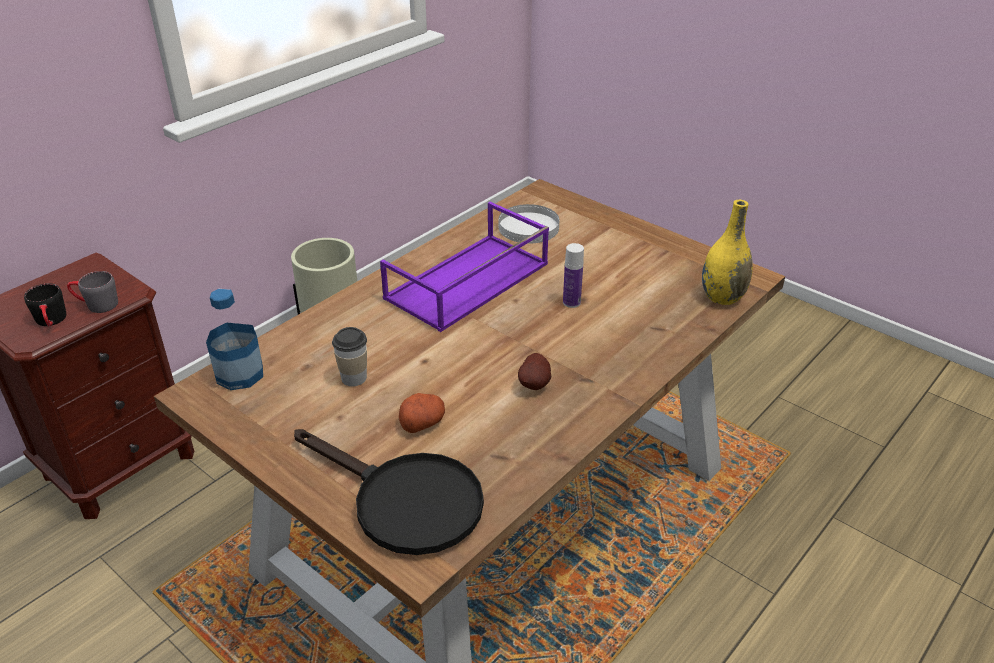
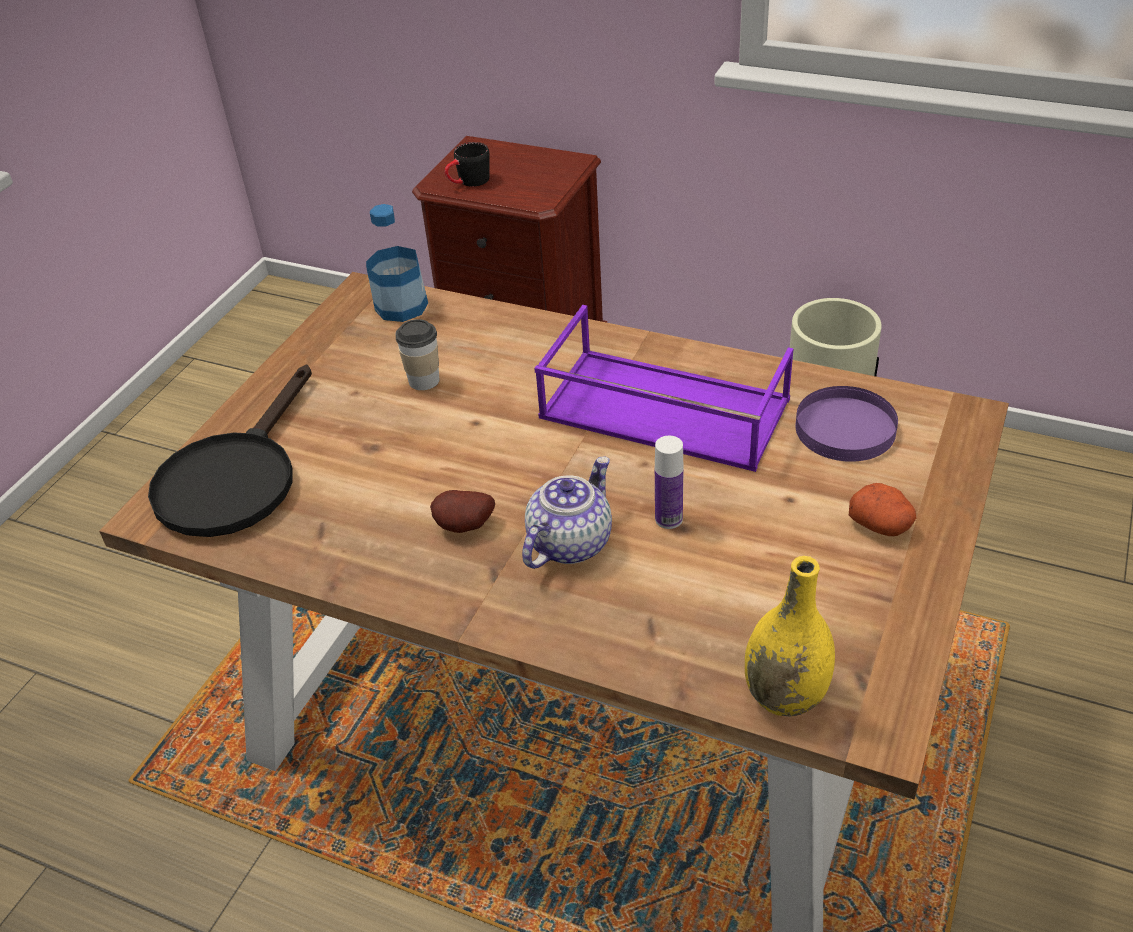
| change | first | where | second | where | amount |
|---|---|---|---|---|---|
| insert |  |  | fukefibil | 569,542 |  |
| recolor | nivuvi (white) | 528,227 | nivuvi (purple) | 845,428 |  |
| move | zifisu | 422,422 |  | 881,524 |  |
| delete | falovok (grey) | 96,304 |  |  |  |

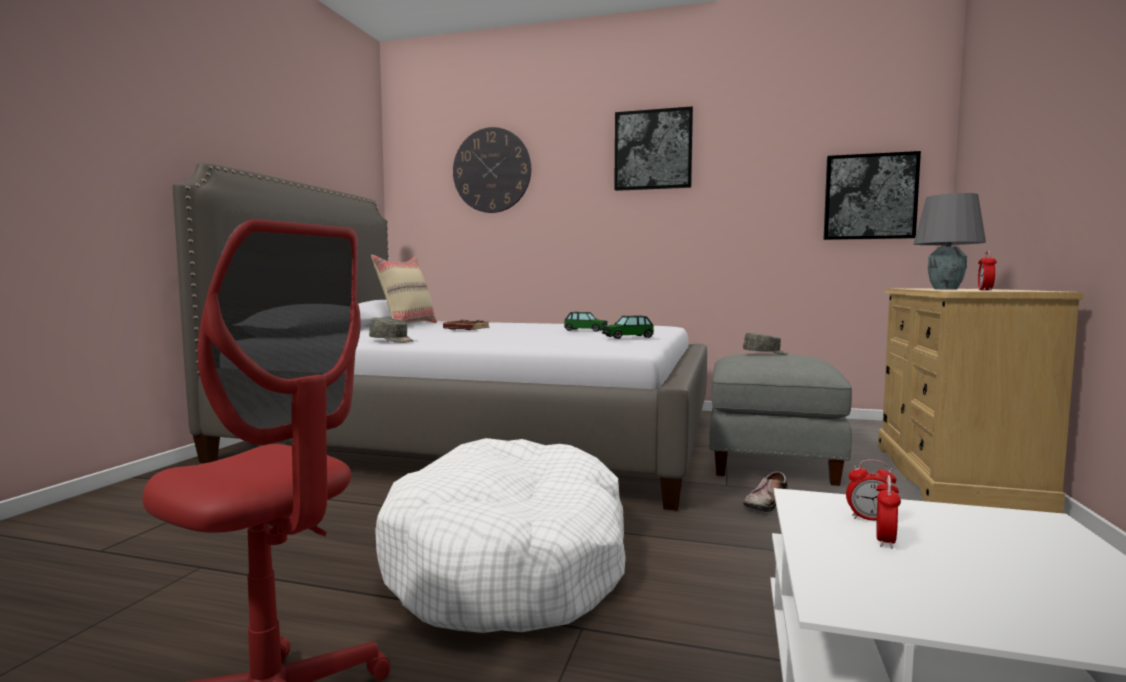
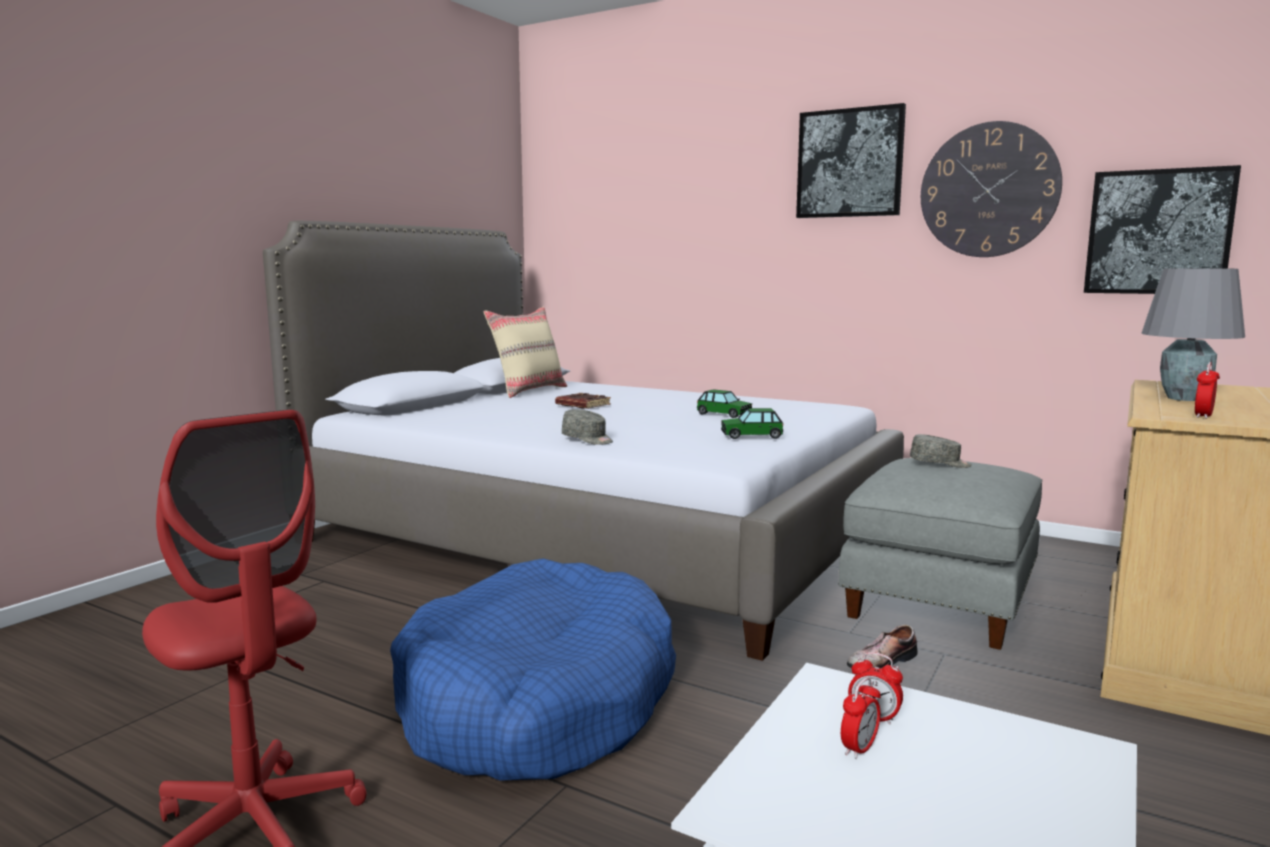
| change | first | where | second | where | amount |
|---|---|---|---|---|---|
| recolor | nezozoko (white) | 510,563 | nezozoko (blue) | 538,702 |  |
| move | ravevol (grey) | 392,341 |  | 588,439 |  |
| move | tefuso | 492,170 |  | 989,190 |  |

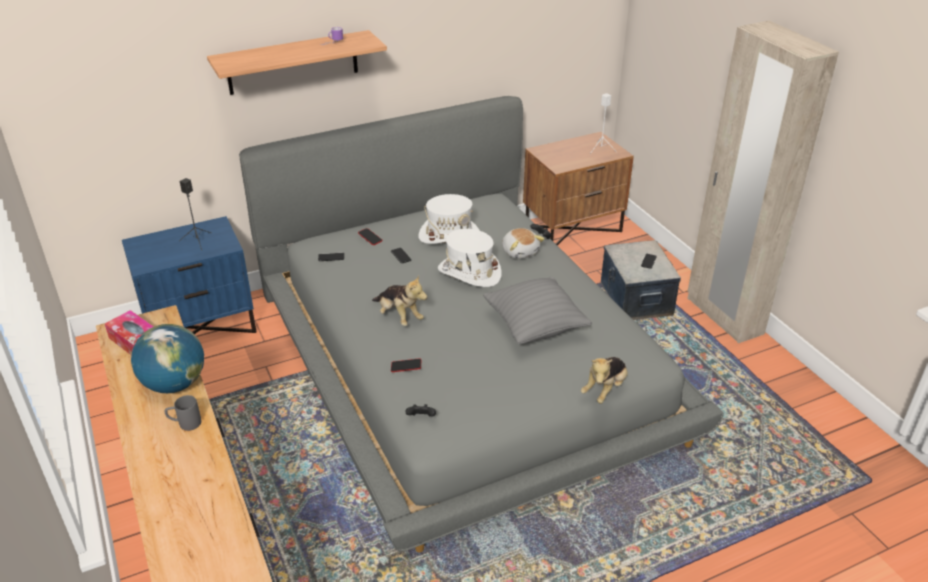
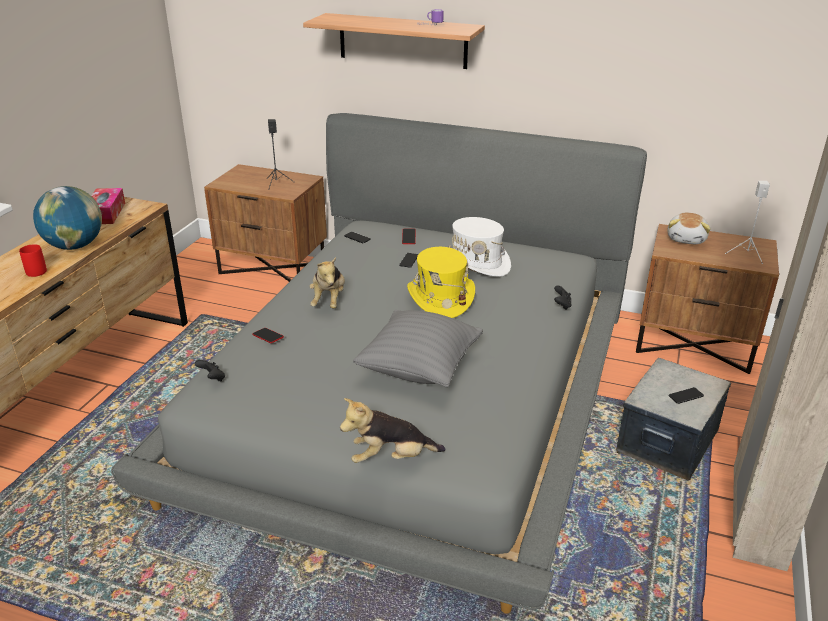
| change | first | where | second | where | amount |
|---|---|---|---|---|---|
| recolor | falovok (grey) | 185,424 | falovok (red) | 33,271 |  |
| recolor | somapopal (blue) | 201,327 | somapopal (brown) | 273,268 |  |
| recolor | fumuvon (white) | 469,273 | fumuvon (yellow) | 440,299 |  |
| move | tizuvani | 520,251 |  | 687,239 |  |

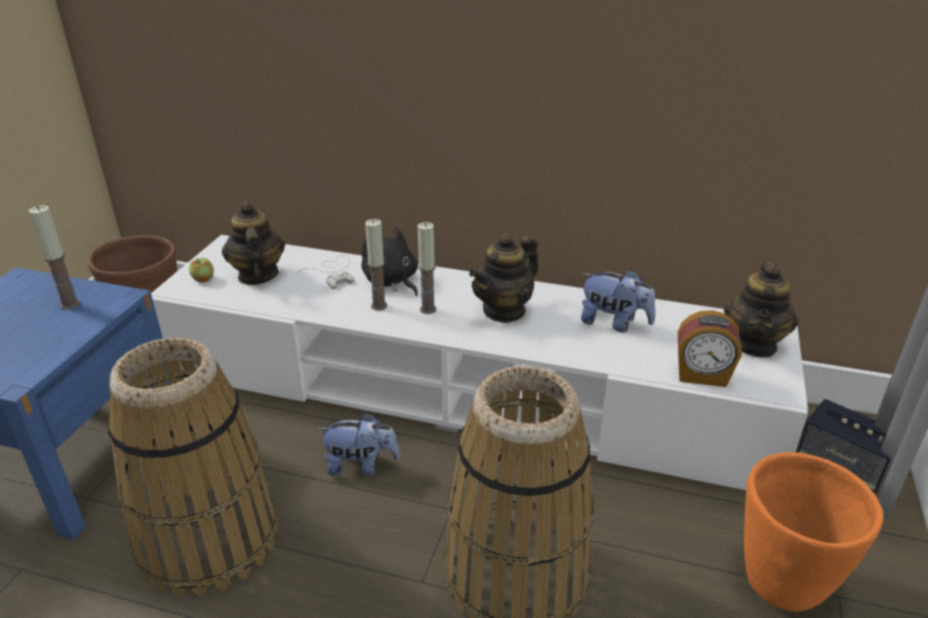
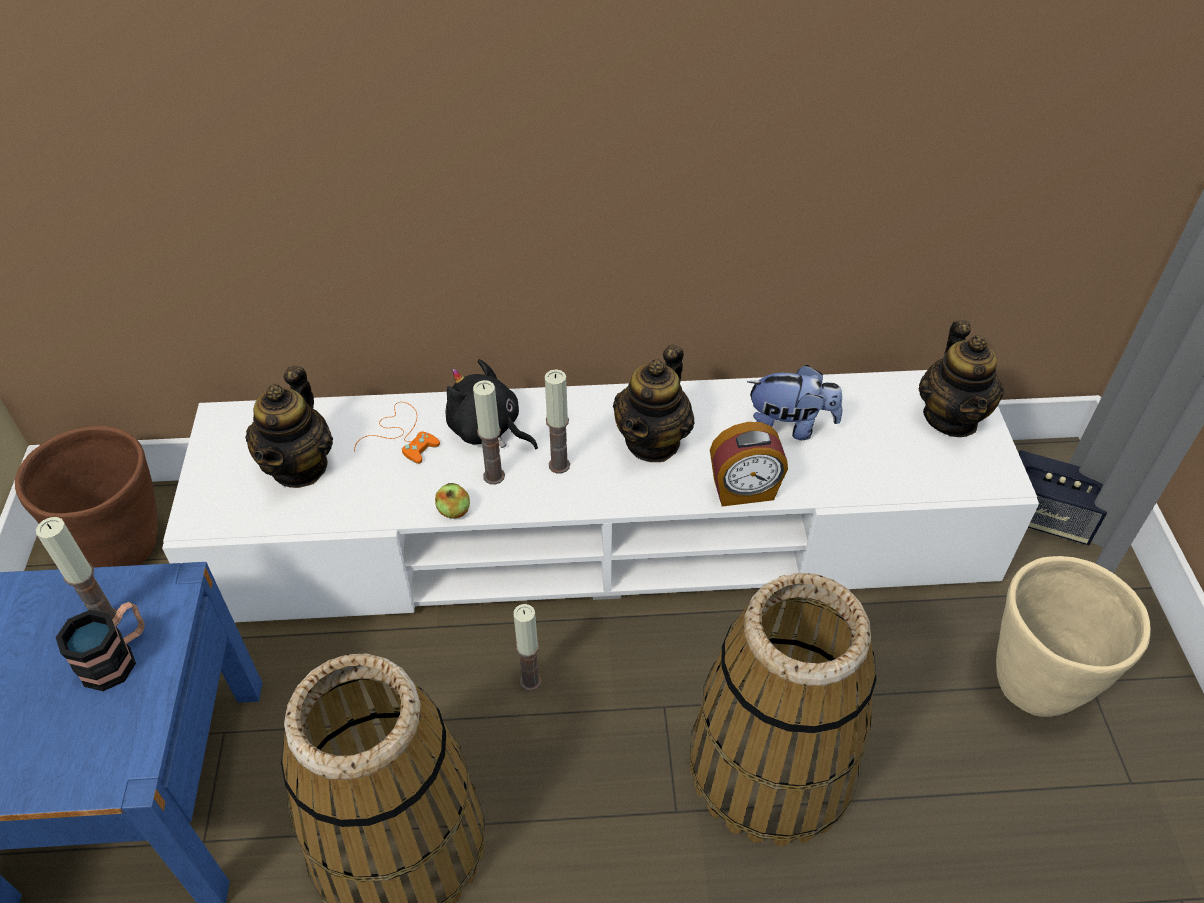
| change | first | where | second | where | amount |
|---|---|---|---|---|---|
| insert |  |  | falovok | 117,658 |  |
| rotate | fukefibil | 257,275 |  | 299,466 | 135 degrees counterclockwise |
| recolor | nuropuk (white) | 333,273 | nuropuk (orange) | 402,434 |  |
| move | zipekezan | 203,279 |  | 454,511 |  |
| replace | tizuvani | 361,465 | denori | 530,681 |  |
| move | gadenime | 701,376 |  | 744,491 |  |
| recolor | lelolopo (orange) | 783,582 | lelolopo (beige) | 1035,683 |  |

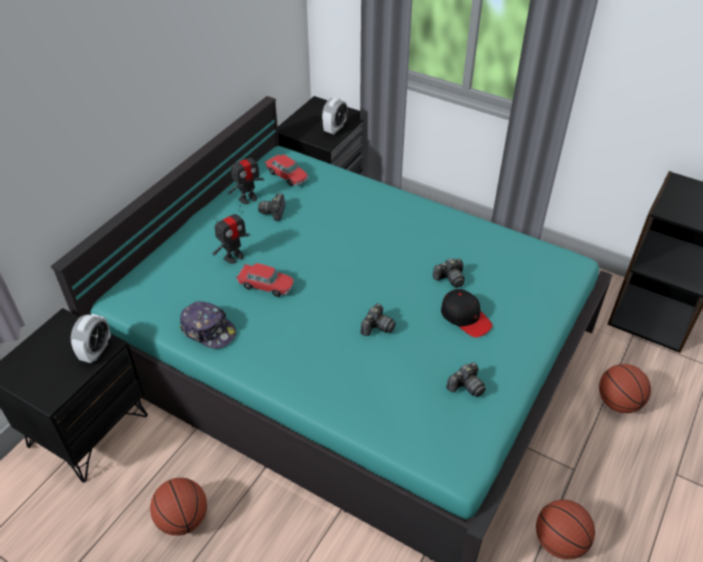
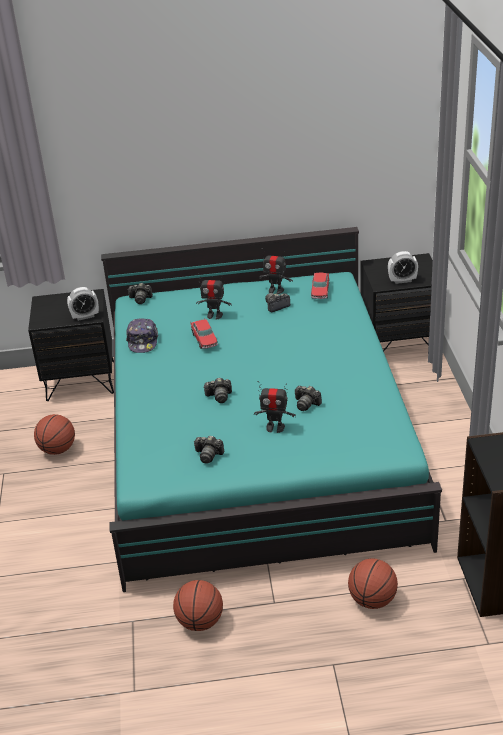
| change | first | where | second | where | amount |
|---|---|---|---|---|---|
| insert |  |  | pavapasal | 140,299 |  |
| replace | ravevol (black) | 465,317 | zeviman | 275,427 |  |

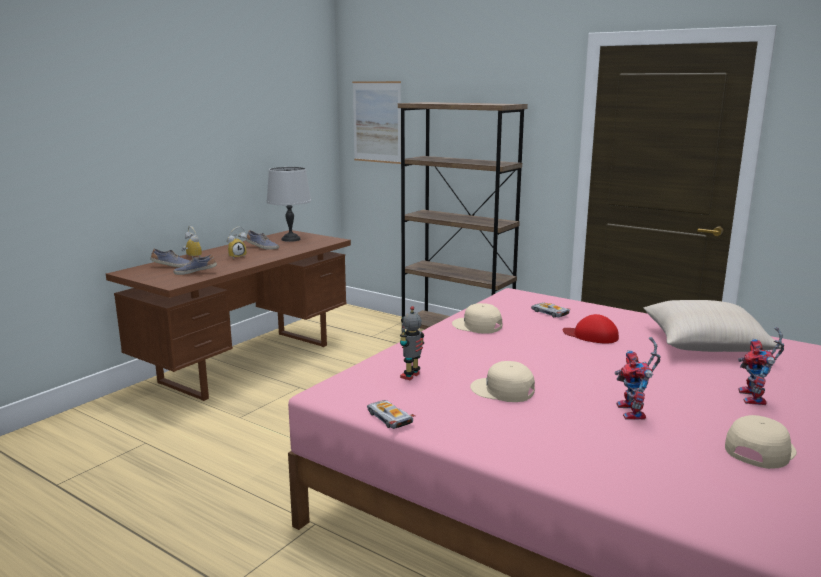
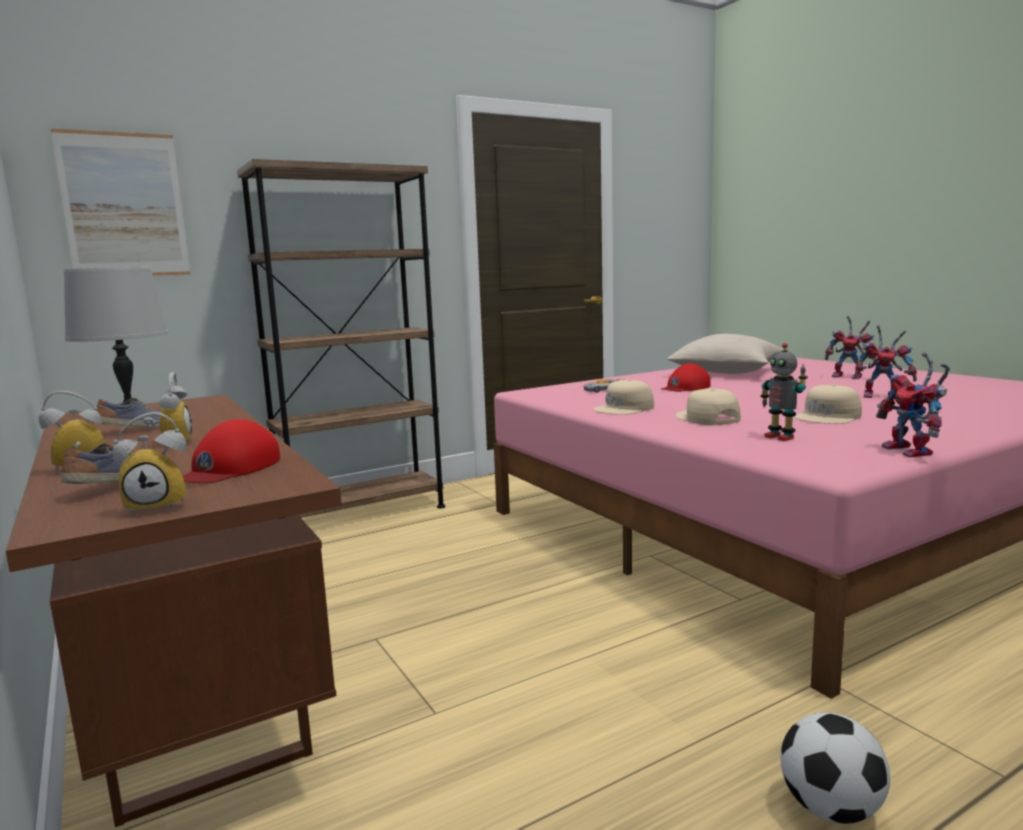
| change | first | where | second | where | amount |
|---|---|---|---|---|---|
| insert |  |  | gadenime | 160,506 |  |
| replace | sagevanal | 195,272 | ravevol (red) | 230,468 |  |
| move | ravevol (beige) | 758,449 |  | 706,418 |  |
| insert |  |  | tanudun | 830,809 |  |
| replace | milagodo | 389,418 | zeviman | 913,452 |  |

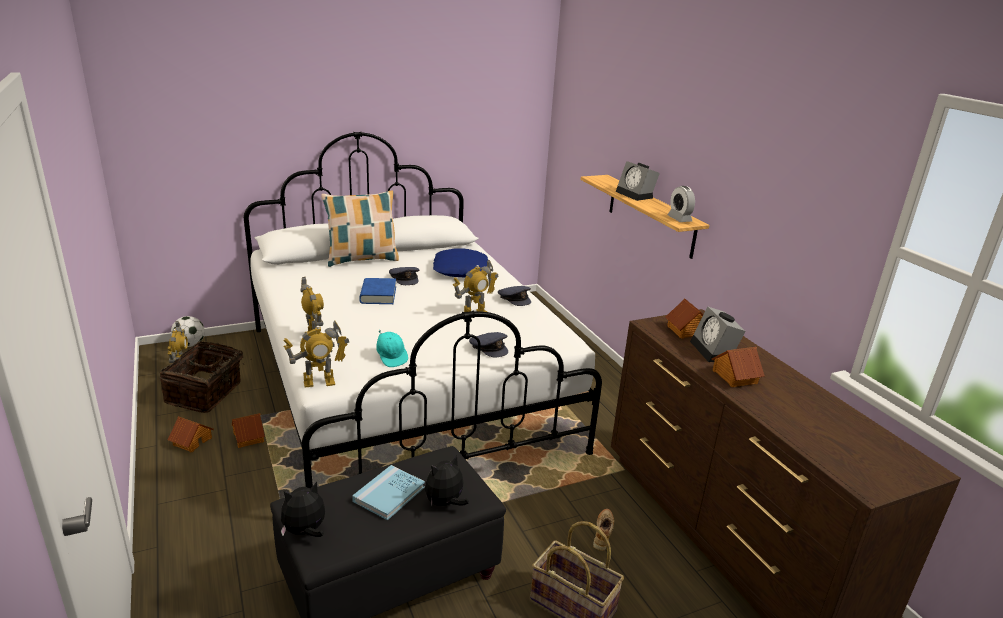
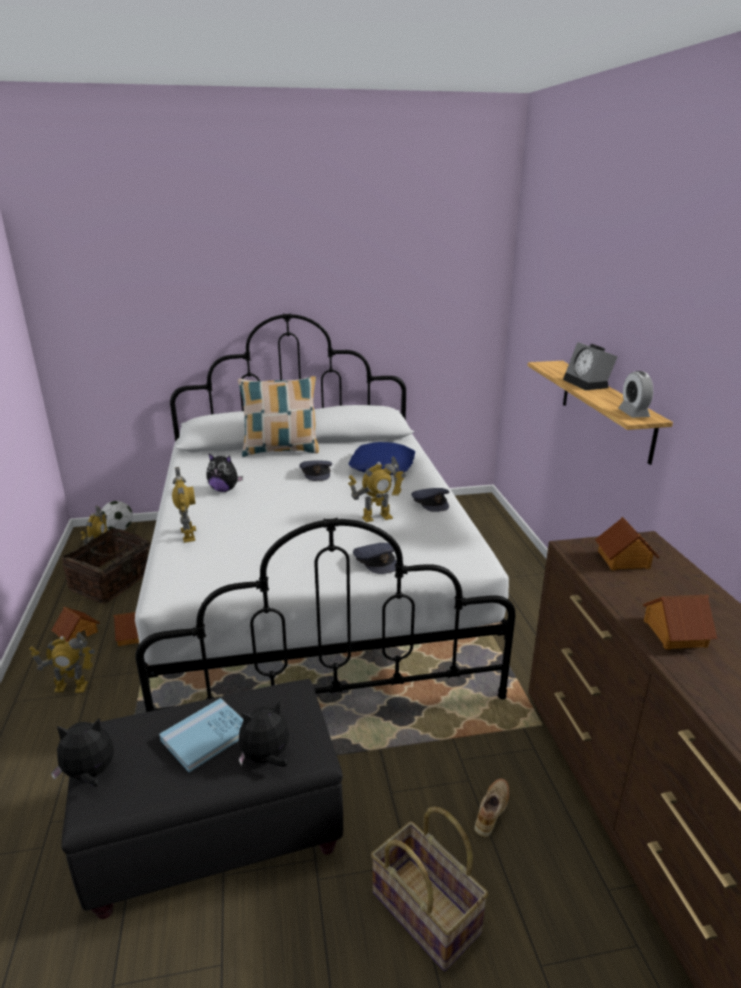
| change | first | where | second | where | amount |
|---|---|---|---|---|---|
| move | zeviman | 319,382 |  | 71,687 |  |
| insert |  |  | tizuvani | 224,490 |  |
| delete | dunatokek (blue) | 378,295 |  |  |  |
| delete | ravevol (turquoise) | 391,357 |  |  |  |
| delete | gadenime | 714,351 |  |  |  |

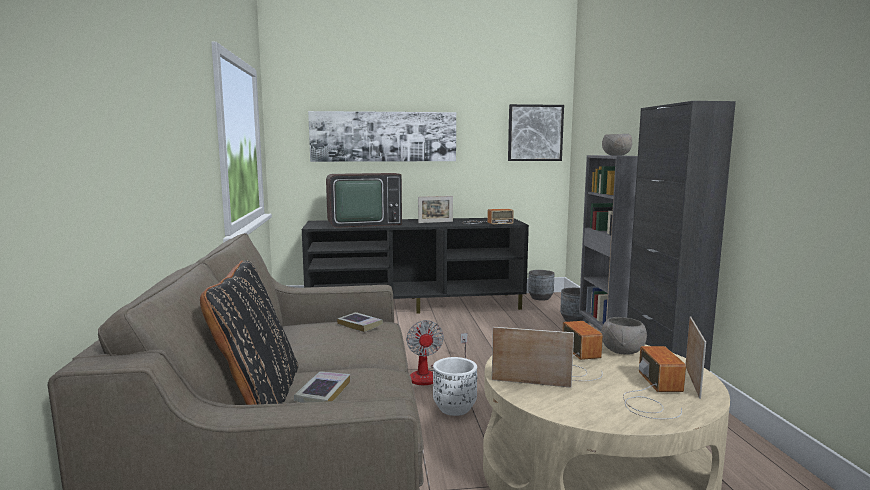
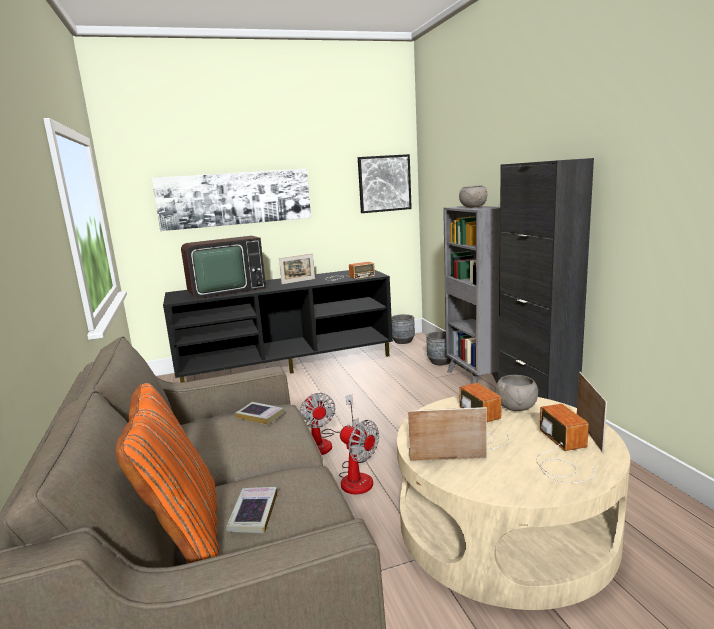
| change | first | where | second | where | amount |
|---|---|---|---|---|---|
| recolor | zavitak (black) | 258,397 | zavitak (orange) | 184,530 |  |
| replace | lelolopo (white) | 454,408 | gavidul | 357,477 |  |

